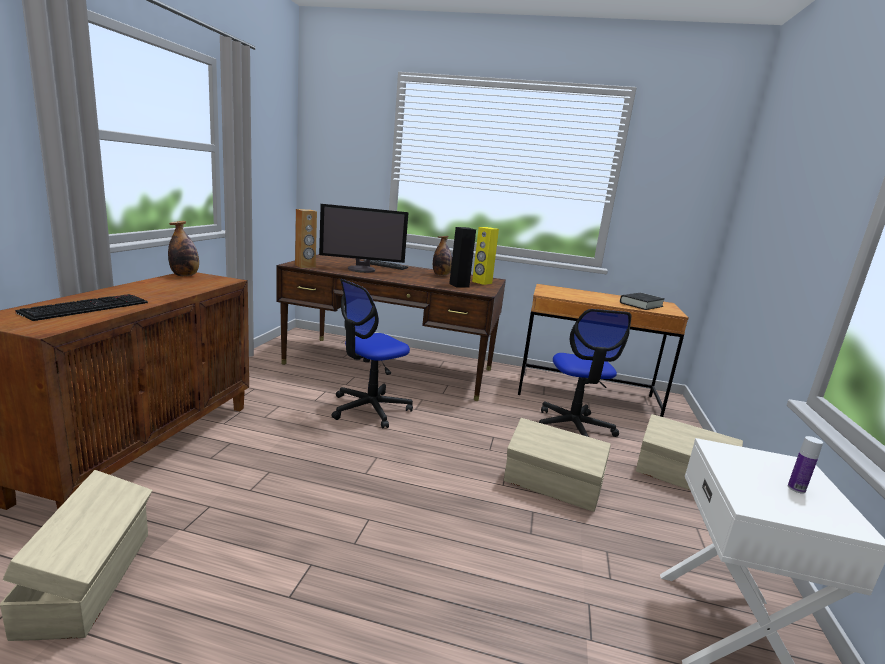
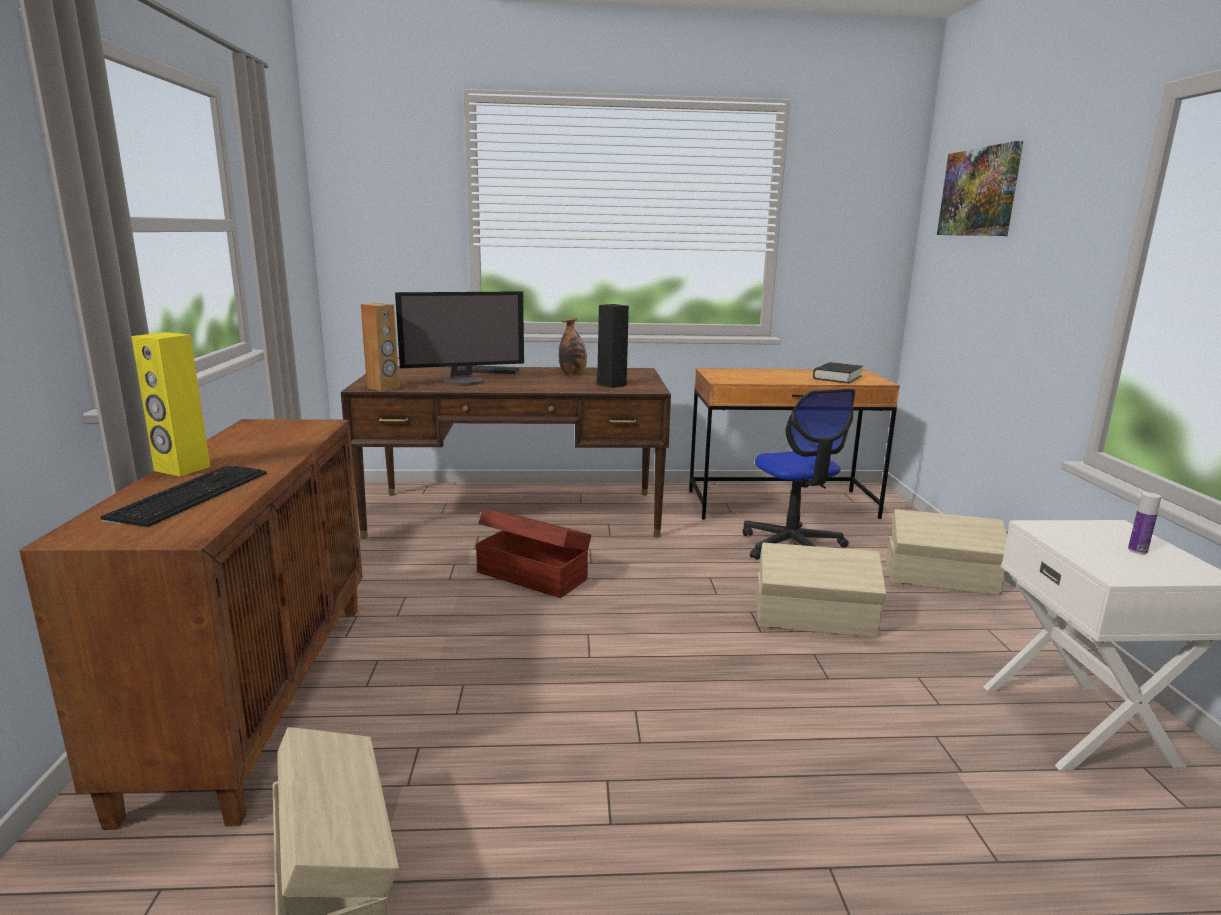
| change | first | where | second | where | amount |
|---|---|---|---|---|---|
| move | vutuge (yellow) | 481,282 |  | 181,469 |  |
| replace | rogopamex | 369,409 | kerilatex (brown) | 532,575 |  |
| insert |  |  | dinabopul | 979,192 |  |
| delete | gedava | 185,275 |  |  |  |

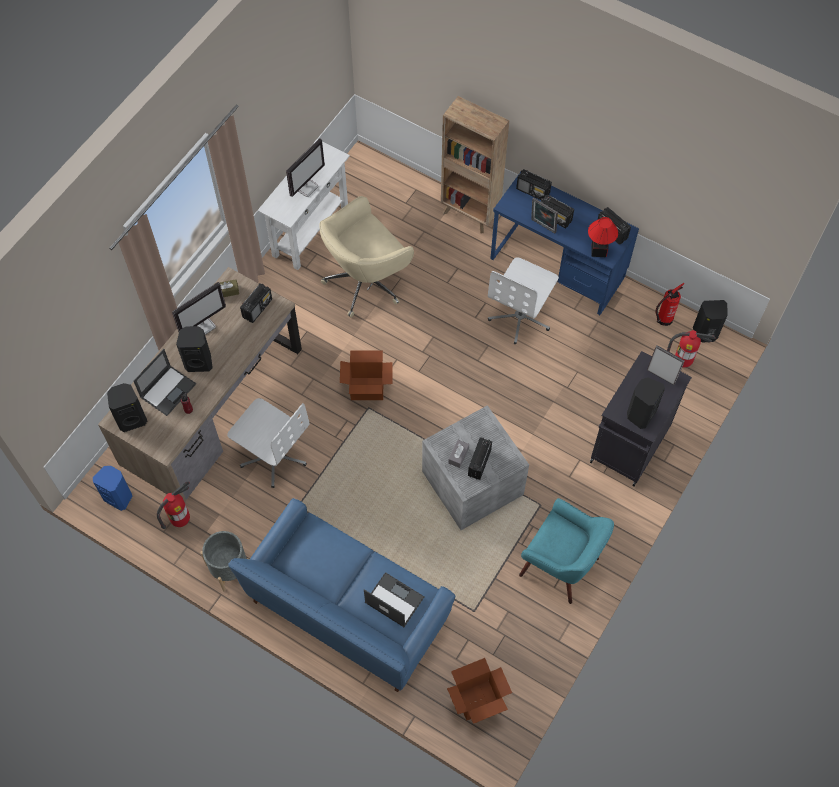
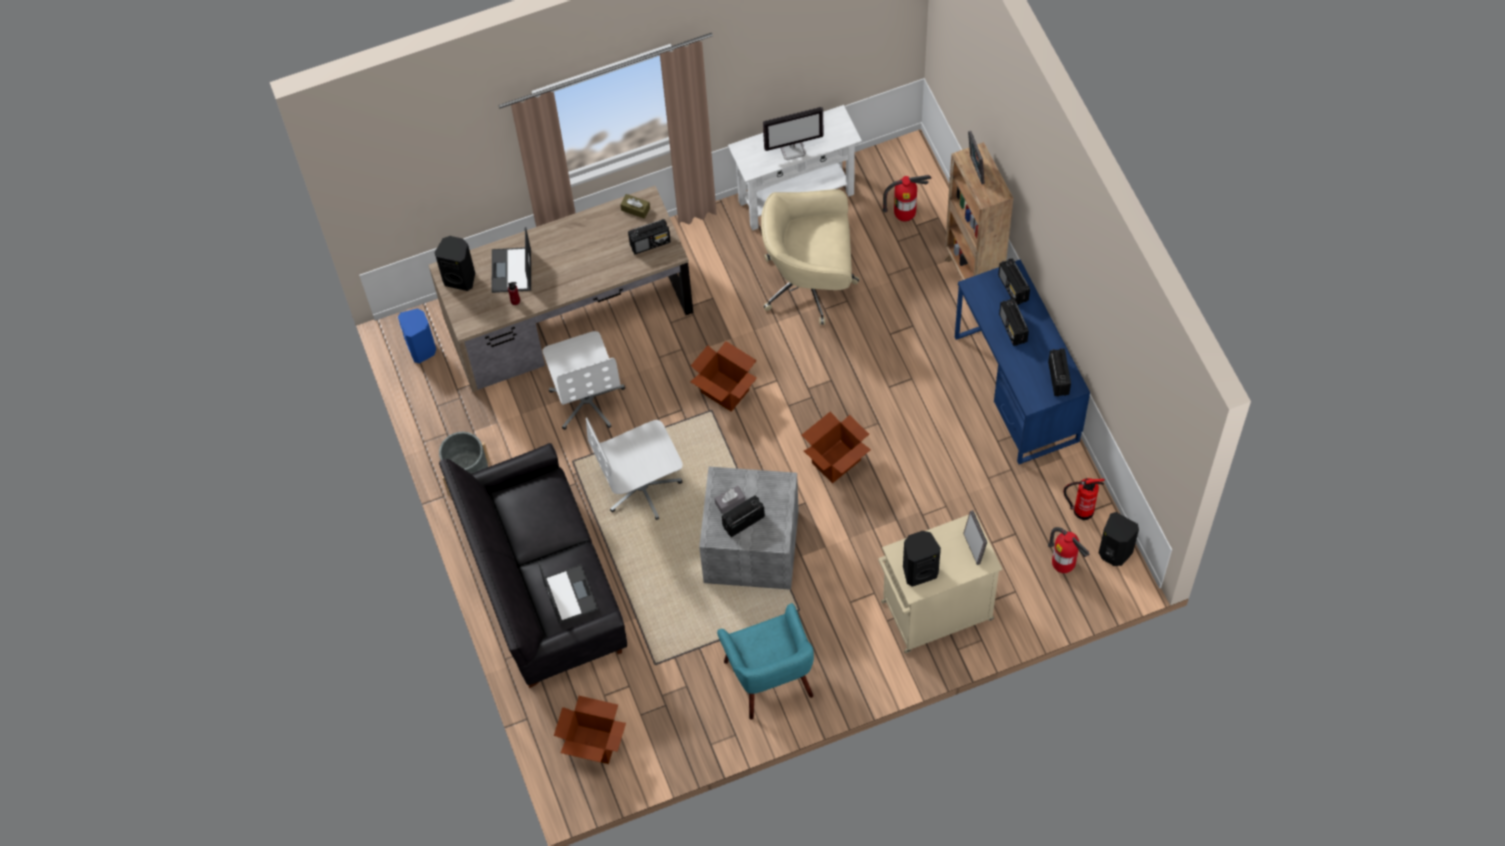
| change | first | where | second | where | amount |
|---|---|---|---|---|---|
| recolor | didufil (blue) | 348,610 | didufil (black) | 542,586 |  |
| rotate | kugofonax | 168,390 |  | 511,271 | 105 degrees clockwise |
| move | rogopamex (white) | 520,317 |  | 642,487 |  |
| insert |  |  | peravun | 836,461 |  |
| recolor | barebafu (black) | 629,446 | barebafu (beige) | 935,611 |  |
| move | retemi | 181,520 |  | 904,215 |  |
| move | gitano | 542,227 |  | 975,170 |  |
| delete | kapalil | 203,325 |  |  |  |
| delete | vutuge (black) | 199,362 |  |  |  |
| delete | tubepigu | 599,250 |  |  |  |

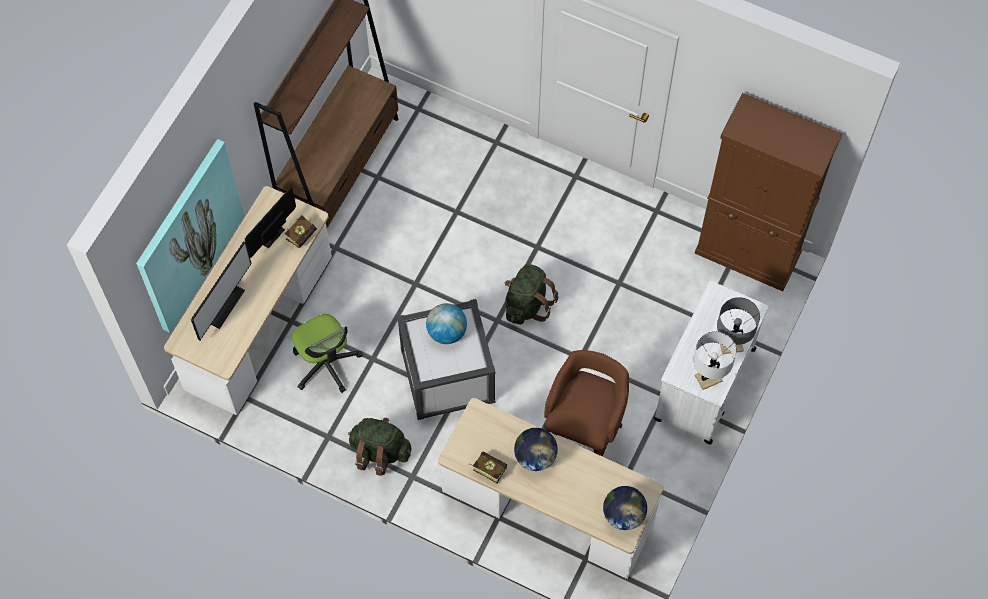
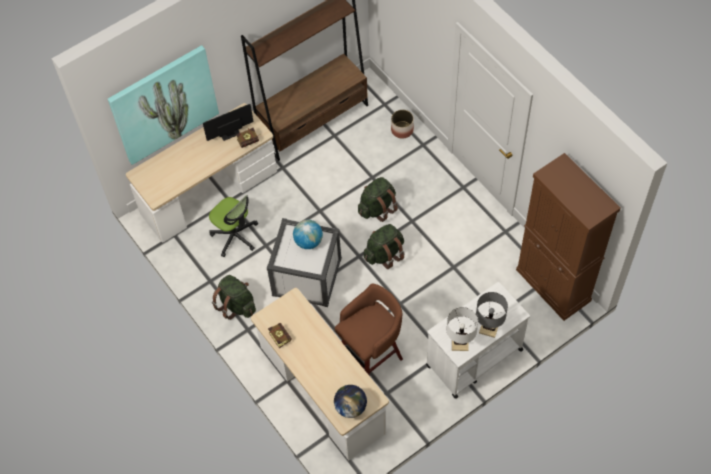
| change | first | where | second | where | amount |
|---|---|---|---|---|---|
| rotate | rogopamex | 326,364 |  | 235,236 | 45 degrees counterclockwise |
| insert |  |  | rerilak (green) | 377,208 |  |
| insert |  |  | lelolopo | 402,130 |  |
| delete | kapalil | 222,304 |  |  |  |
| delete | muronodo | 535,456 |  |  |  |

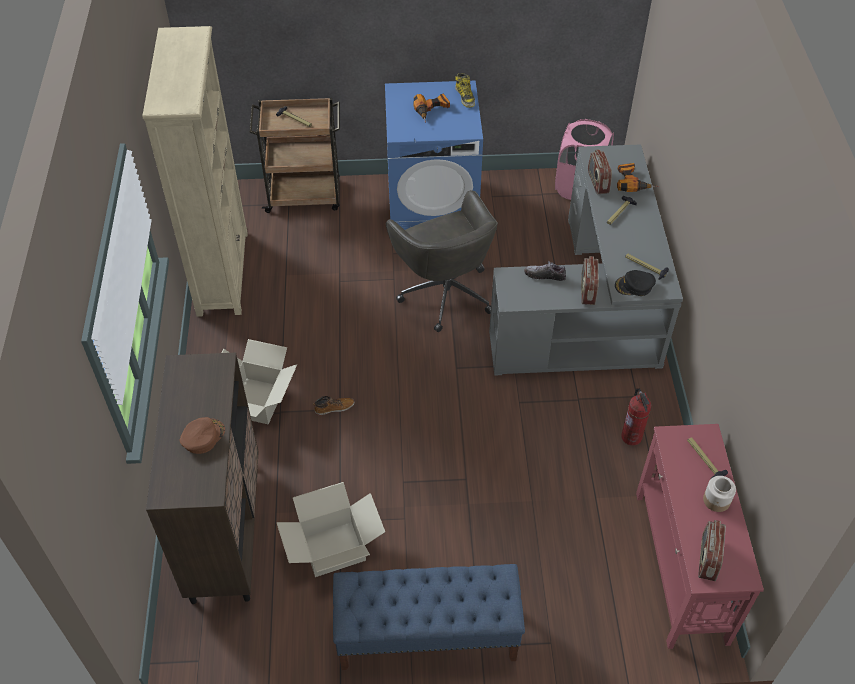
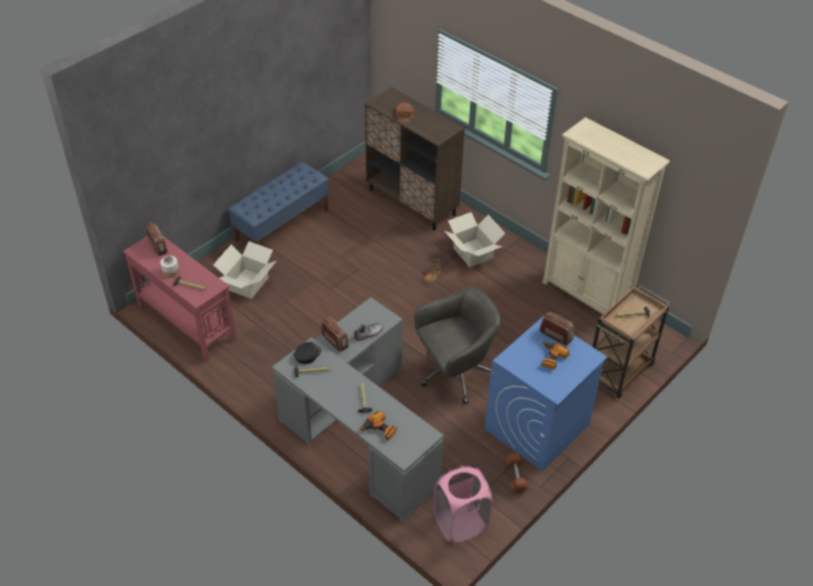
| change | first | where | second | where | amount |
|---|---|---|---|---|---|
| move | peravun | 333,548 |  | 248,284 |  |
| rotate | rogopamex (grey) | 445,292 |  | 455,374 | 135 degrees clockwise |
| insert |  |  | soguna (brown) | 516,477 |  |
| move | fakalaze | 597,182 |  | 556,336 |  |
| delete | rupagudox | 465,97 |  |  |  |
| delete | retemi | 632,437 |  |  |  |

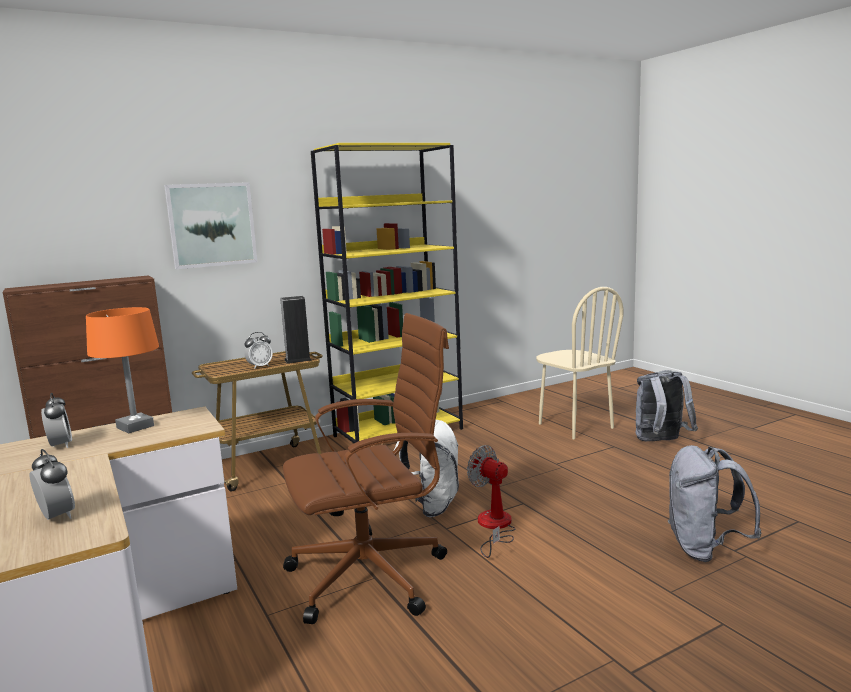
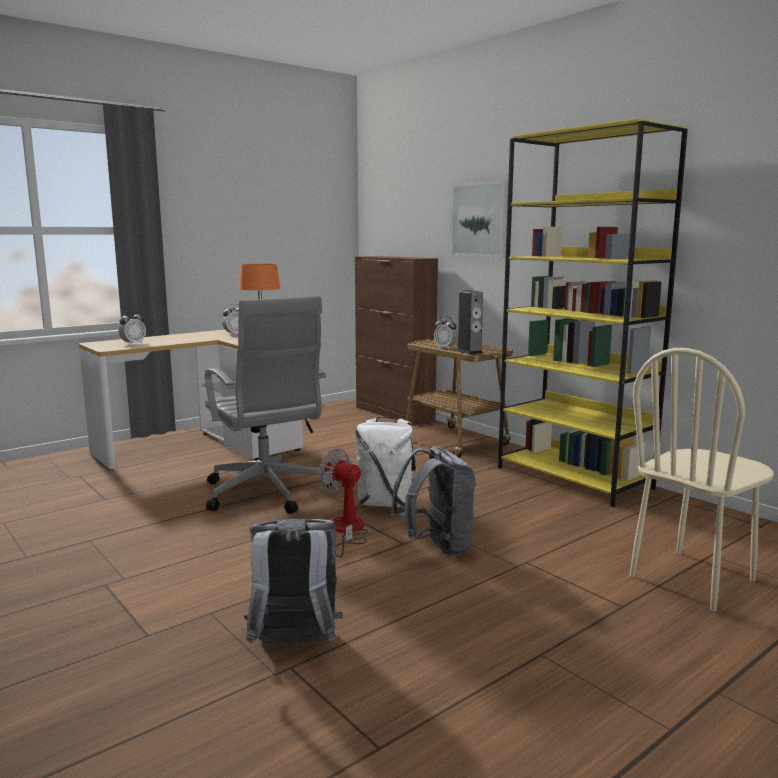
| change | first | where | second | where | amount |
|---|---|---|---|---|---|
| recolor | rogopamex (brown) | 372,575 | rogopamex (grey) | 267,493 |  |
| rotate | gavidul | 494,527 |  | 346,531 | 90 degrees counterclockwise |
| move | rerilak (grey) | 661,442 |  | 436,547 |  |

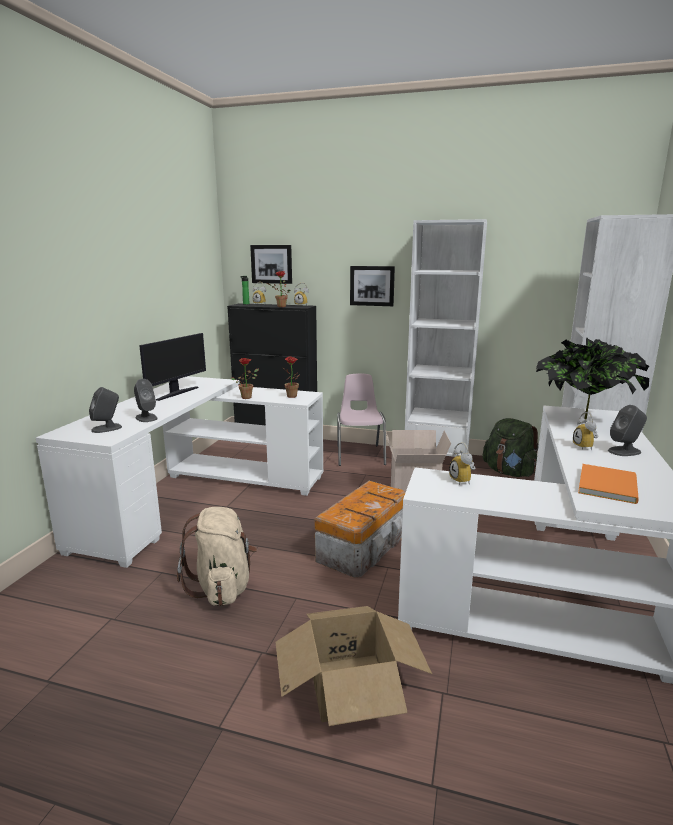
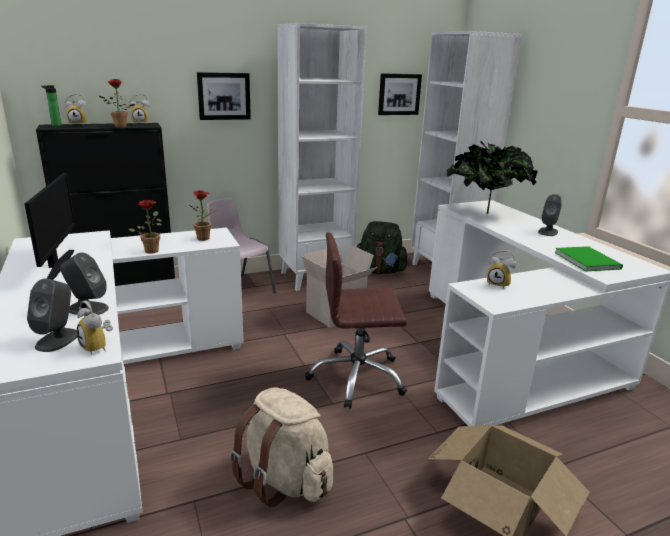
| change | first | where | second | where | amount |
|---|---|---|---|---|---|
| move | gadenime | 586,447 |  | 99,347 |  |
| replace | kerilatex | 364,546 | rogopamex (brown) | 357,377 |  |
| move | dinabopul | 271,264 |  | 399,94 |  |
| recolor | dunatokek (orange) | 609,485 | dunatokek (green) | 587,260 |  |

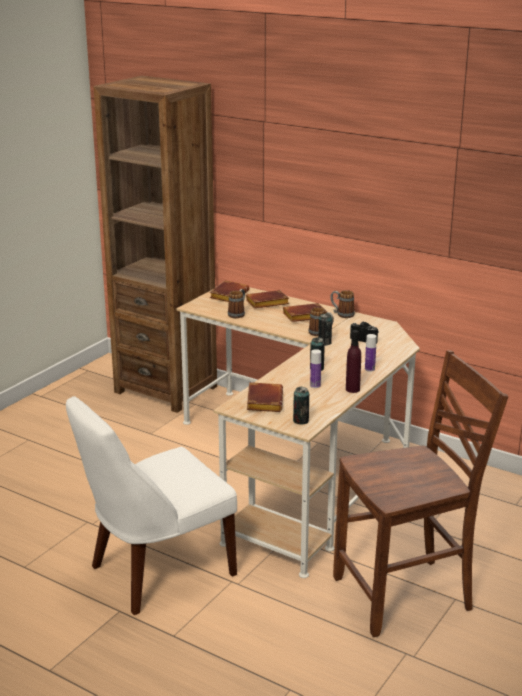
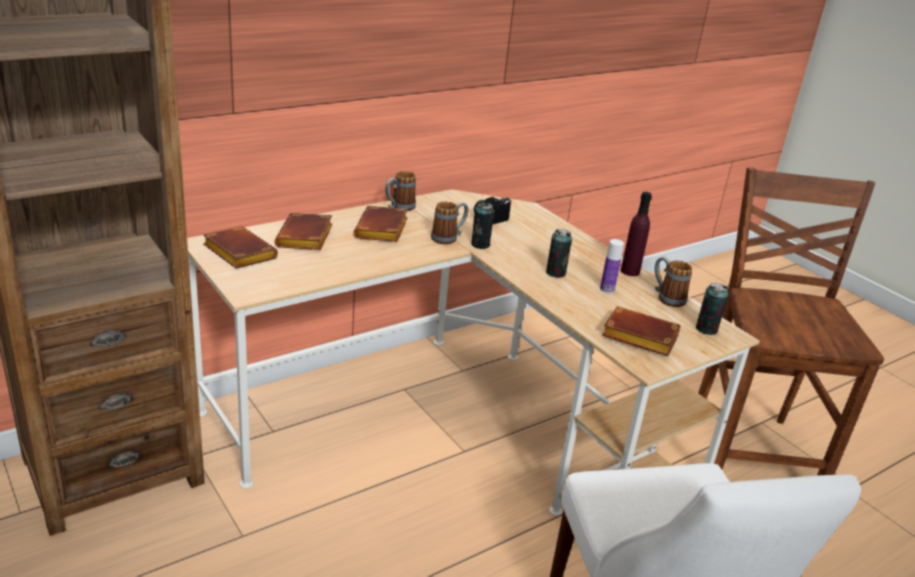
| change | first | where | second | where | amount |
|---|---|---|---|---|---|
| move | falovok | 238,314 |  | 666,297 |  |
| delete | gedava | 369,369 |  |  |  |

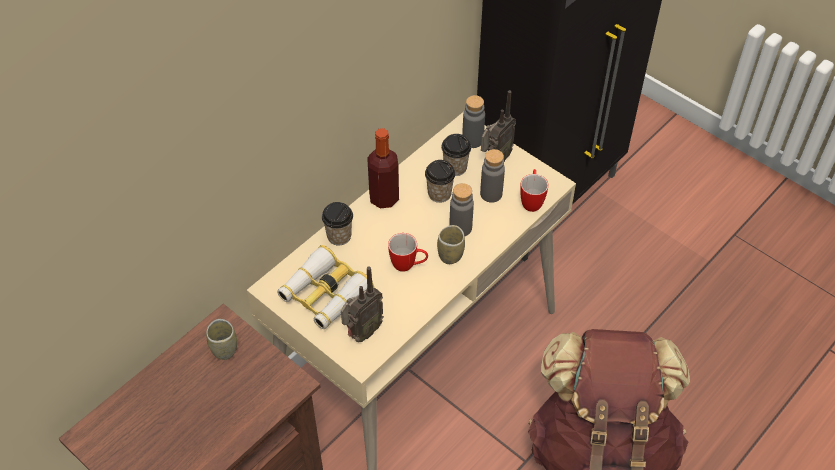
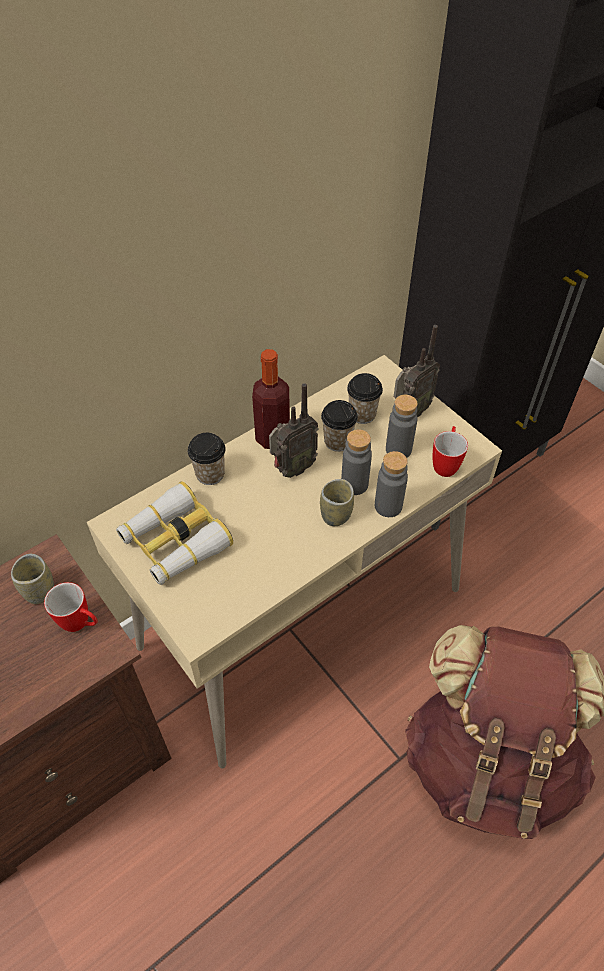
| change | first | where | second | where | amount |
|---|---|---|---|---|---|
| move | falovok | 408,265 |  | 81,624 |  |
| move | fakalaze | 362,332 |  | 292,469 |  |
| move | gedava (grey) | 472,140 |  | 388,506 |  |

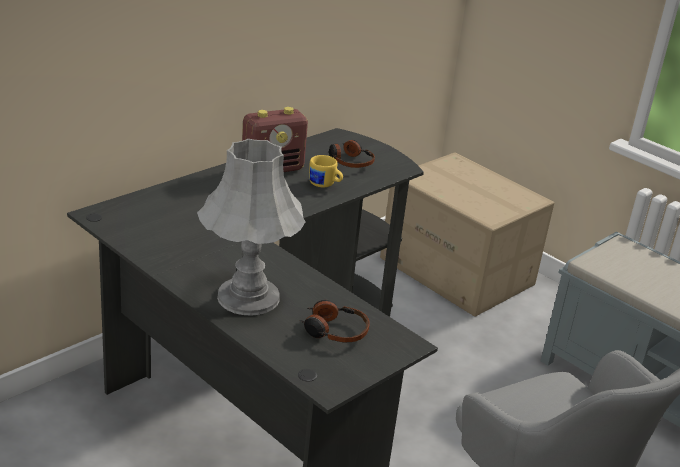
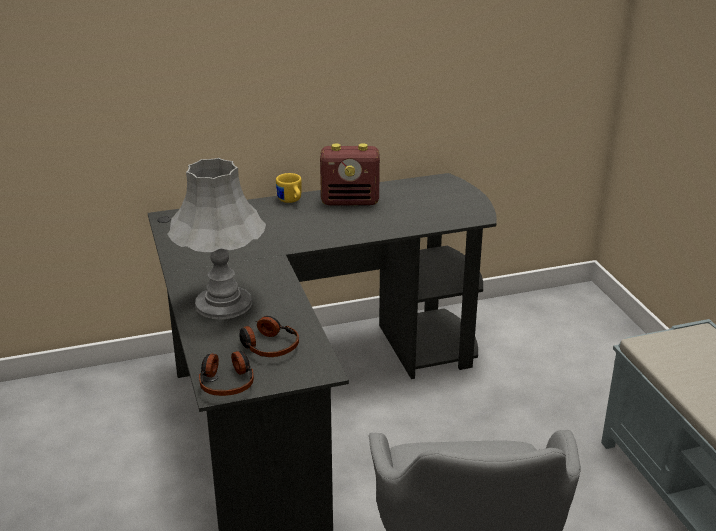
| change | first | where | second | where | amount |
|---|---|---|---|---|---|
| move | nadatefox | 350,162 |  | 226,381 |  |
| move | falovok (yellow) | 325,185 |  | 291,201 |  |
| delete | peravun | 458,271 |  |  |  |

